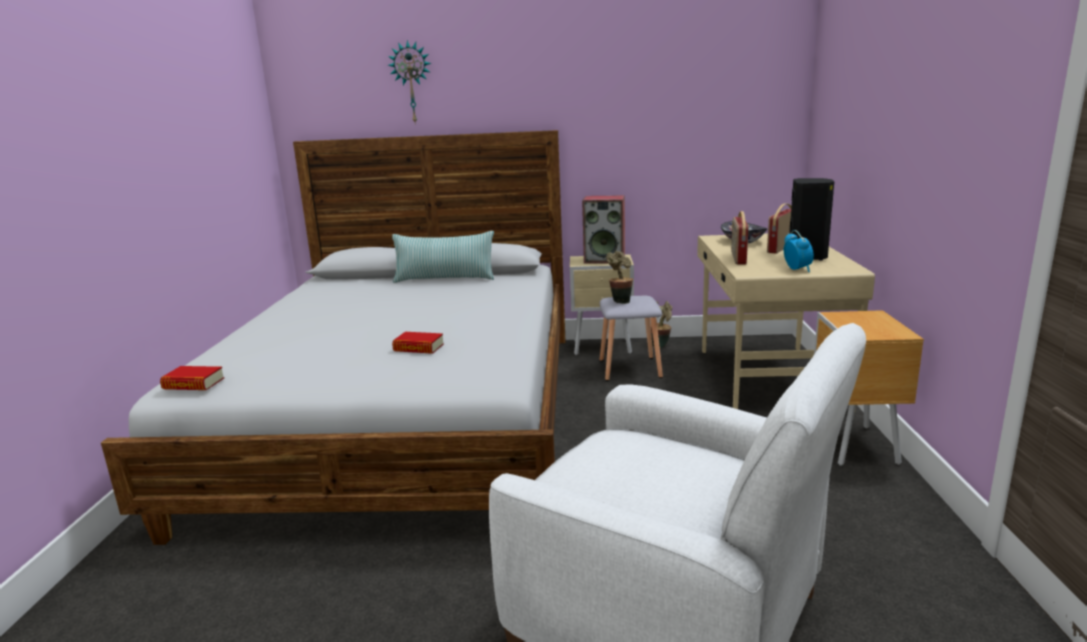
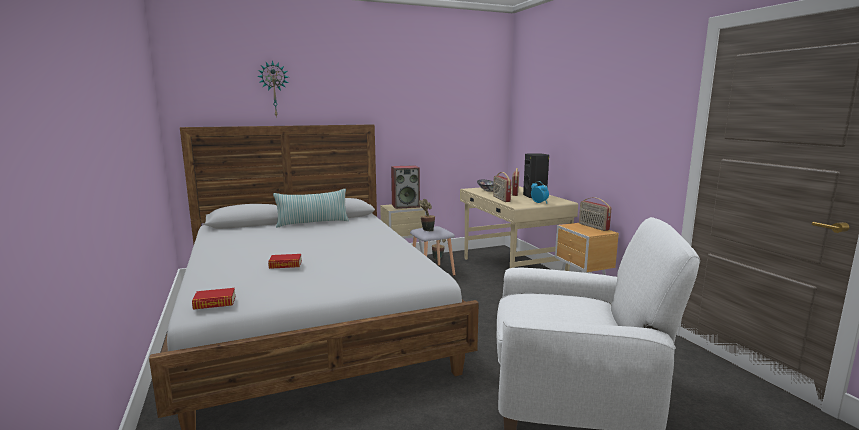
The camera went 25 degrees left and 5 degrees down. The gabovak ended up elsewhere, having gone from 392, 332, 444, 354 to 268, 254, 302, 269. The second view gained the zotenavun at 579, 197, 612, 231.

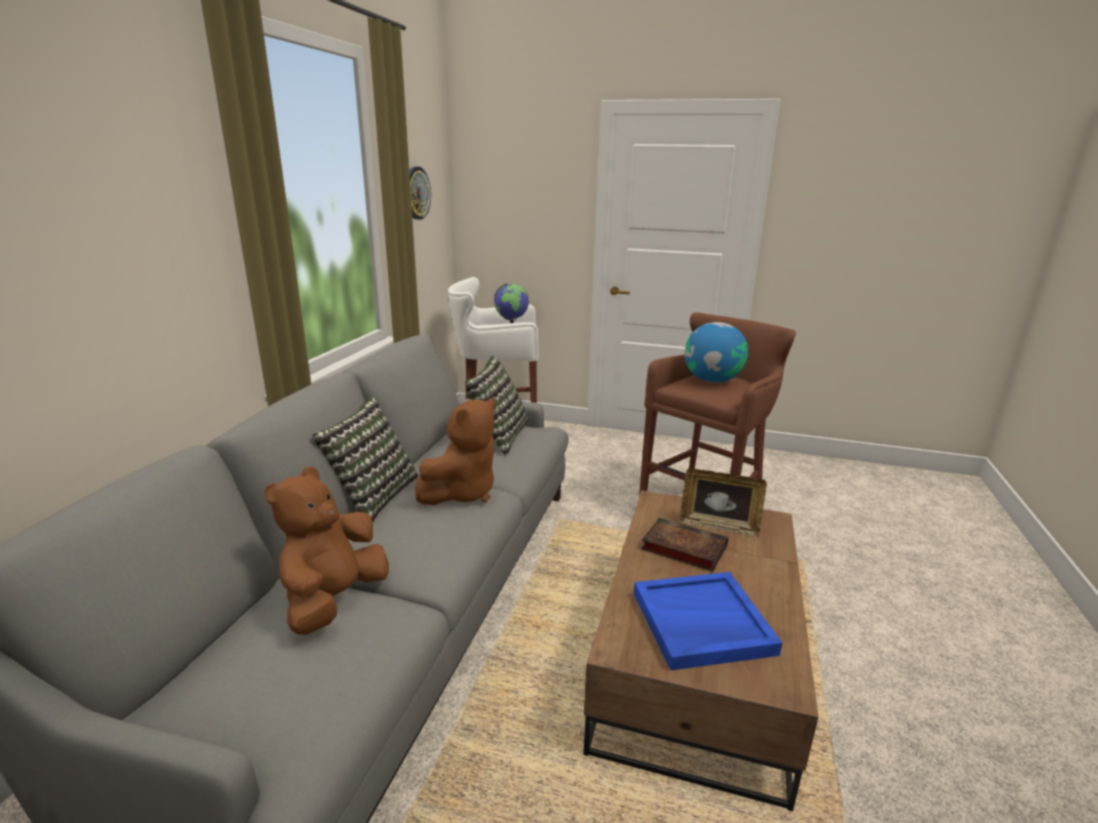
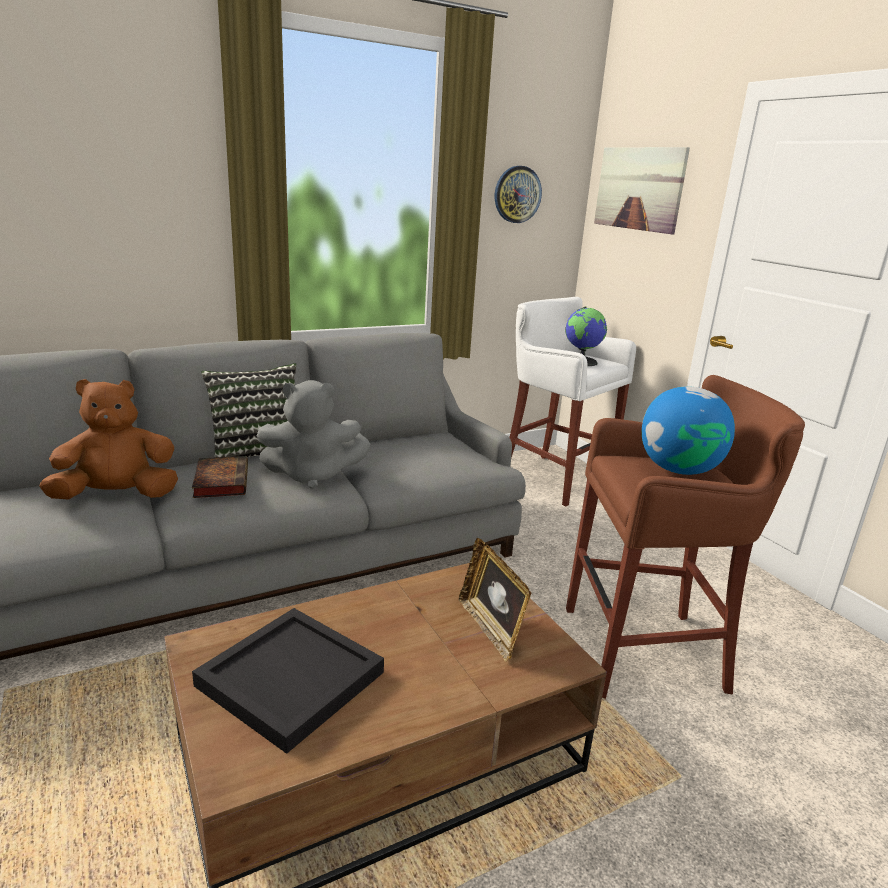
The camera went 45 degrees right and 0 degrees up. The second view lost the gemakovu at 465, 356, 529, 456. What was the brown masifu at 415, 398, 496, 505 turned into the grey masifu at 257, 380, 370, 489. The gabovak ended up elsewhere, having gone from 641, 517, 728, 572 to 192, 456, 248, 498. What was the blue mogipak at 634, 572, 782, 670 turned into the black mogipak at 192, 608, 384, 754. The second view gained the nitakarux at 594, 147, 690, 234.

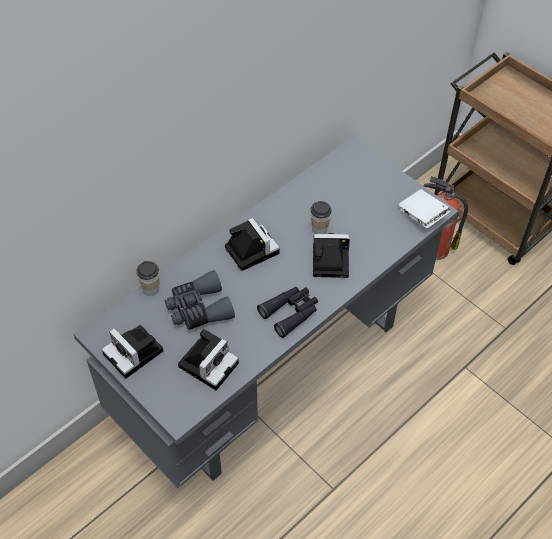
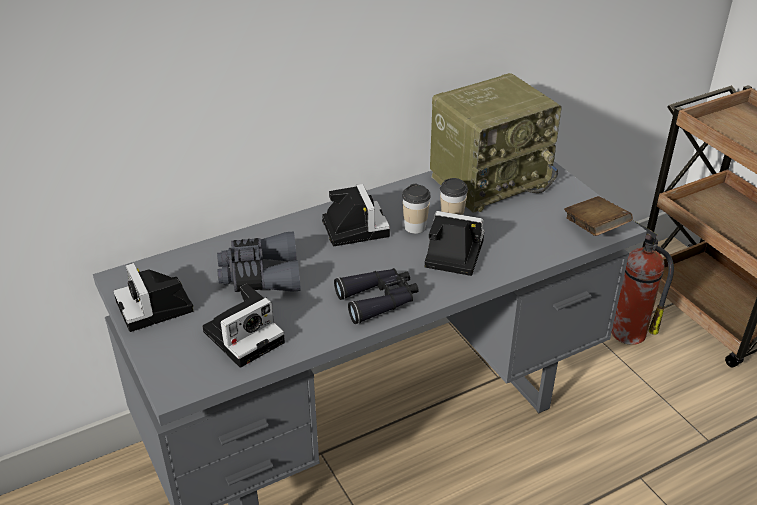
The camera went 15 degrees right and 15 degrees down. What was the white gabovak at 399, 189, 450, 228 turned into the brown gabovak at 564, 196, 633, 236. The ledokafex ended up elsewhere, having gone from 137, 261, 159, 296 to 402, 184, 431, 234. The second view gained the zotenavun at 430, 73, 562, 213.

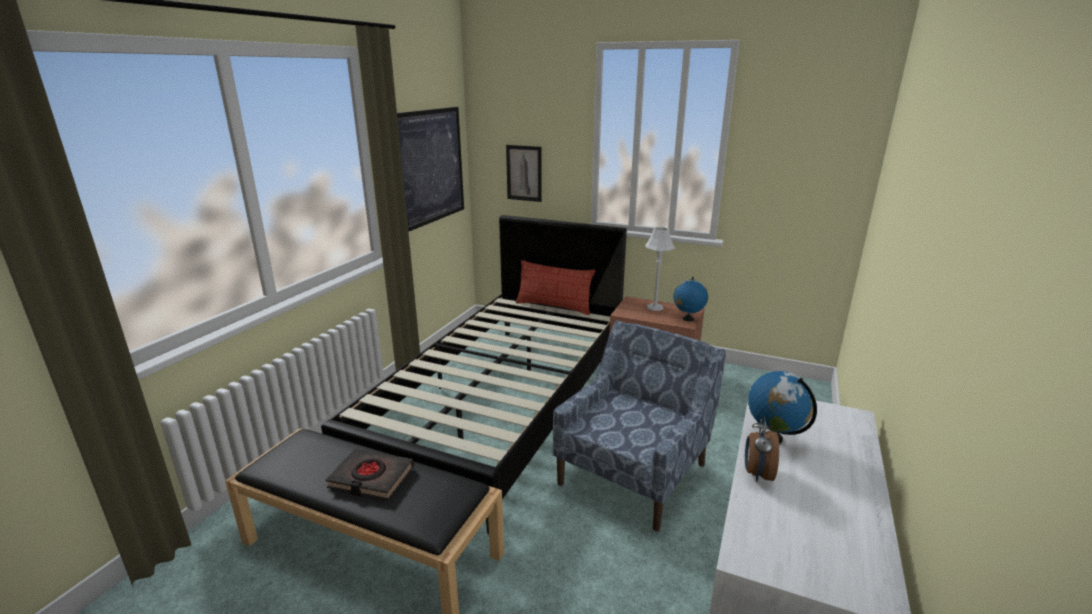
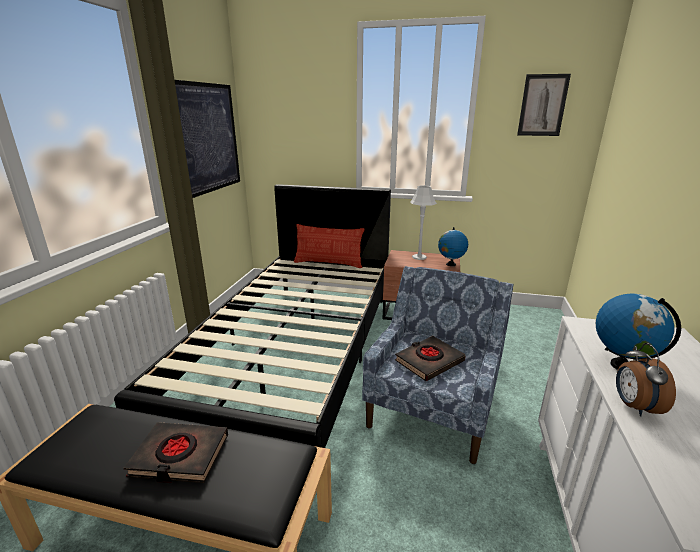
The camera went 10 degrees left and 0 degrees up. The nitakarux ended up elsewhere, having gone from 506, 145, 542, 202 to 517, 74, 571, 136. The second view gained the black gabovak at 395, 336, 466, 381.

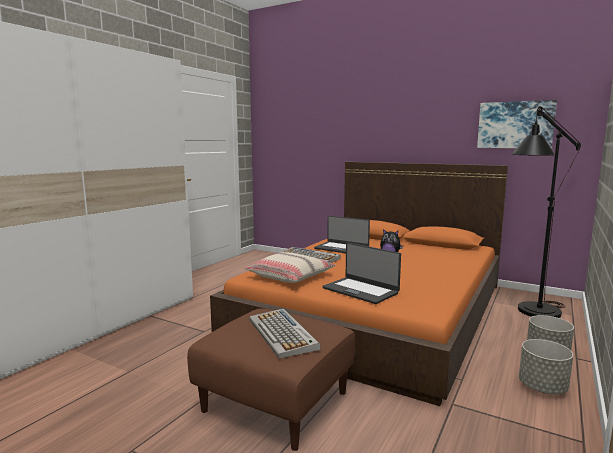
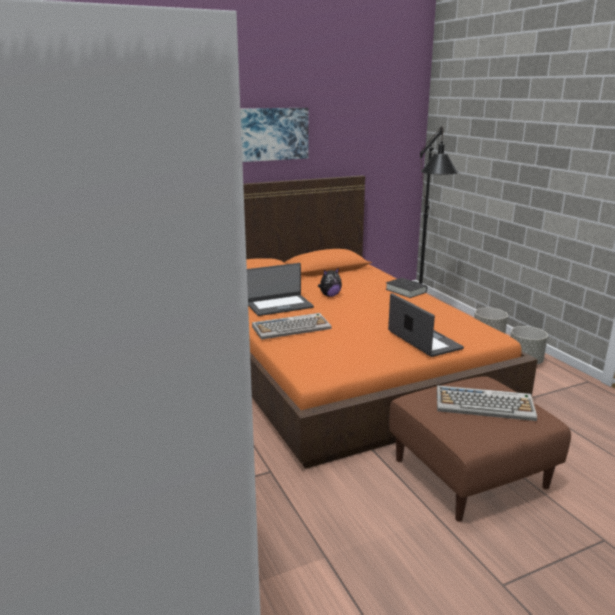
The camera went 55 degrees left and 10 degrees up. The nitakarux ended up elsewhere, having gone from 477, 100, 557, 148 to 240, 108, 309, 162. The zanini at 322, 242, 401, 304 ended up facing another way, 105 degrees counterclockwise from before. The second view lost the beige gemakovu at 244, 252, 336, 283. The second view gained the black gabovak at 385, 278, 427, 298.

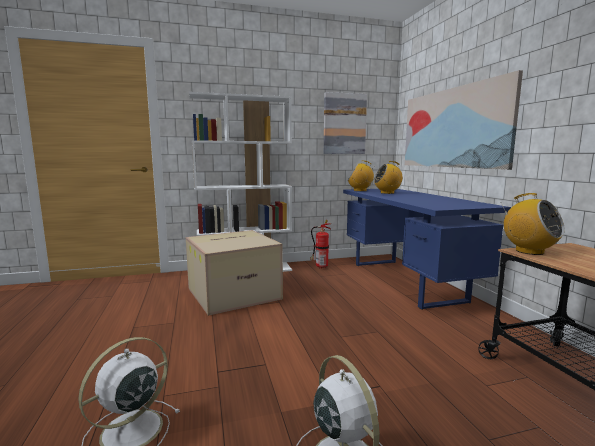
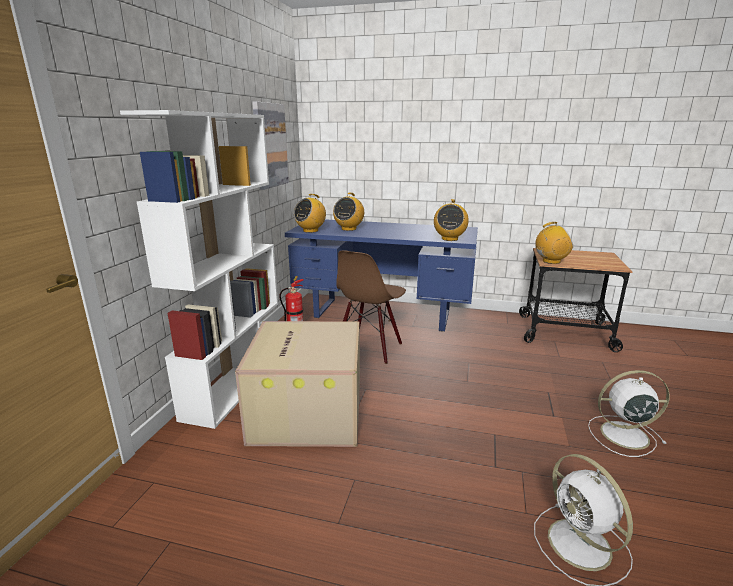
The camera went 60 degrees left and 10 degrees up. The second view lost the nitakarux at 405, 70, 523, 170. The second view gained the zotenavun at 434, 199, 469, 241. The second view gained the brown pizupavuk at 336, 250, 406, 364.

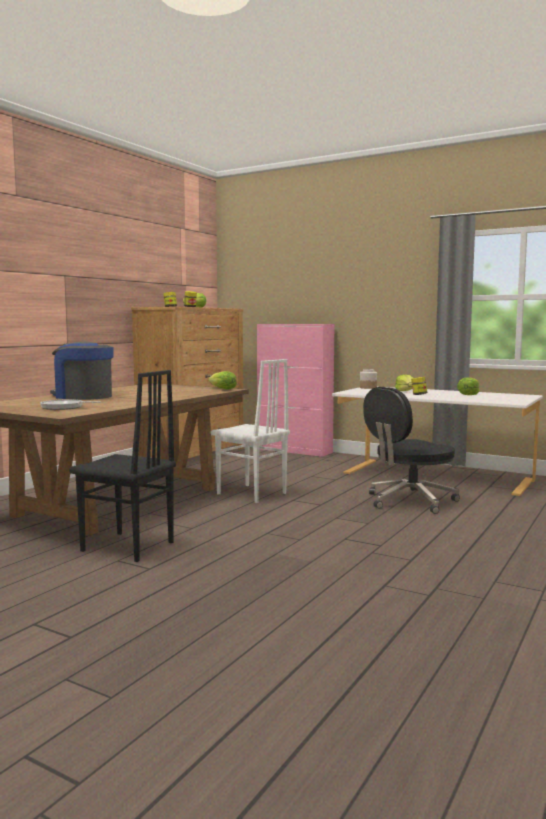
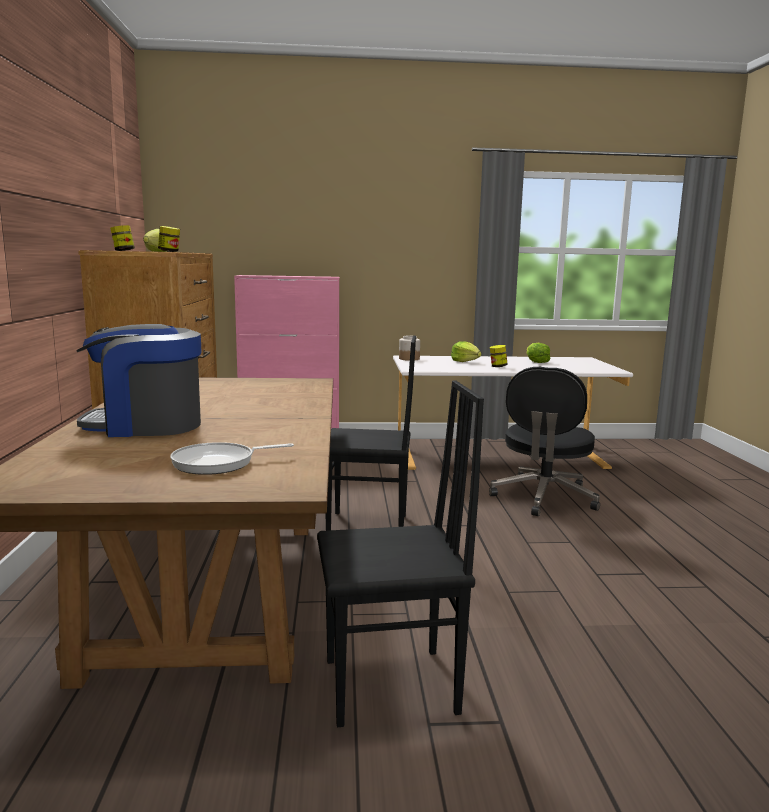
The camera went 35 degrees left and 5 degrees up. What was the white pizupavuk at 211, 359, 290, 503 turned into the black pizupavuk at 326, 336, 416, 531. The second view lost the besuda at 208, 371, 237, 390.

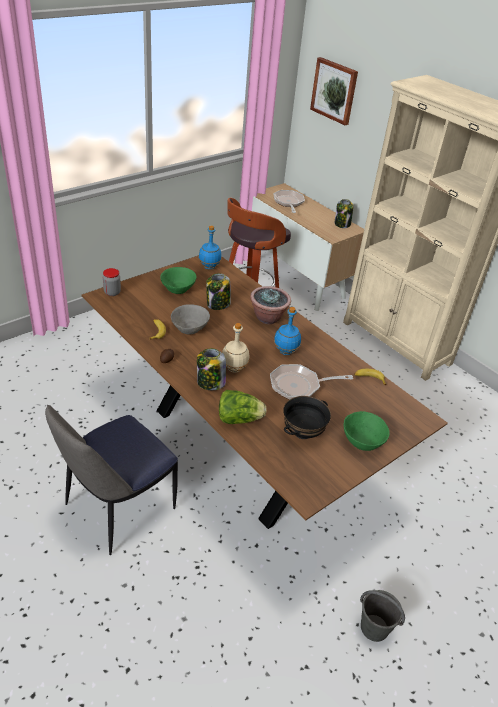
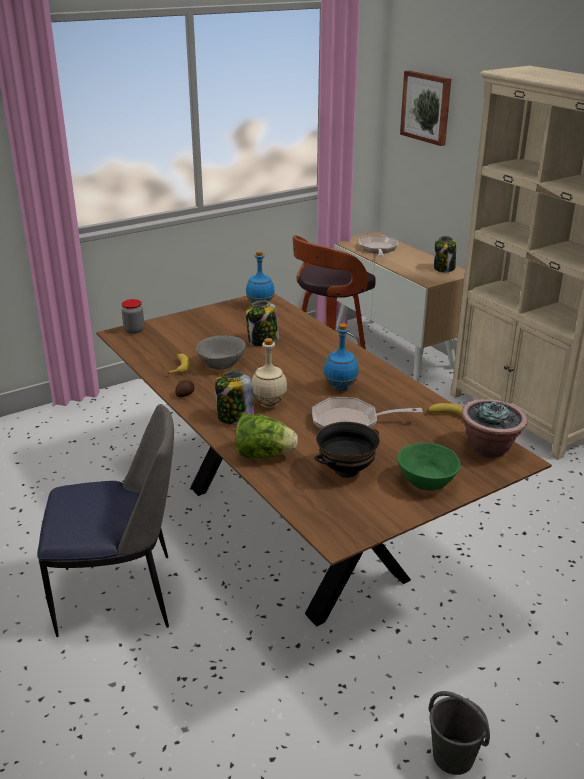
The camera went 10 degrees right and 10 degrees down. The second view lost the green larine at 160, 267, 197, 294. The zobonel ended up elsewhere, having gone from 250, 286, 291, 324 to 461, 399, 527, 458. The pizupavuk at 45, 405, 178, 555 ended up facing another way, 150 degrees counterclockwise from before.

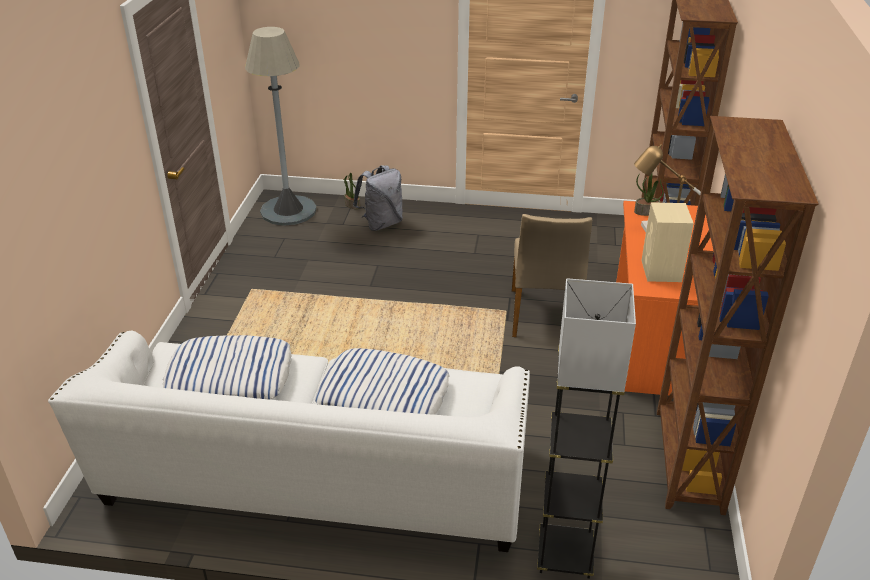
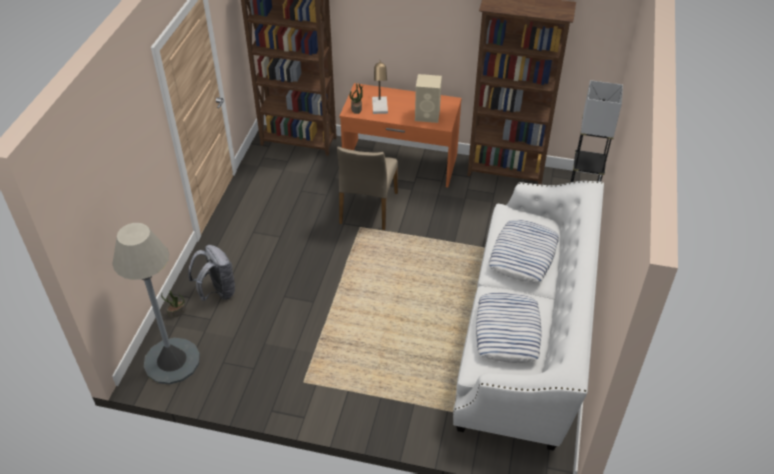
The camera went 85 degrees left and 10 degrees up. The beige pizupavuk at 512, 214, 592, 337 ended up facing another way, 90 degrees clockwise from before.

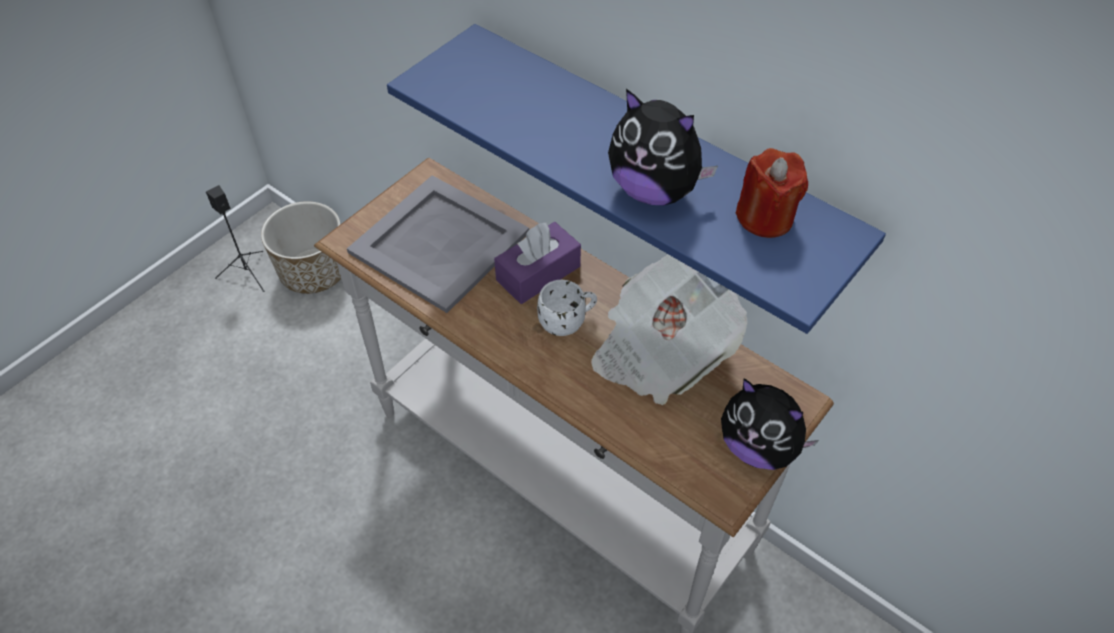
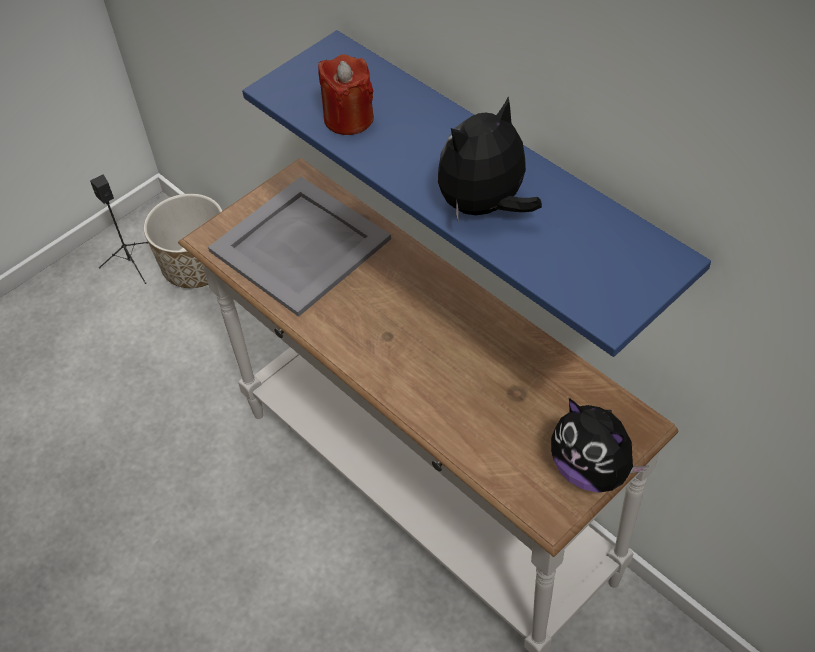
The camera went 10 degrees right and 0 degrees up. The masifu at 608, 89, 718, 205 ended up facing another way, 105 degrees clockwise from before. The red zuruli ended up elsewhere, having gone from 736, 148, 808, 238 to 318, 54, 374, 135. The second view lost the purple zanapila at 494, 222, 581, 304. The second view lost the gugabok at 591, 254, 747, 405. The second view lost the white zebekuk at 537, 280, 597, 336.

